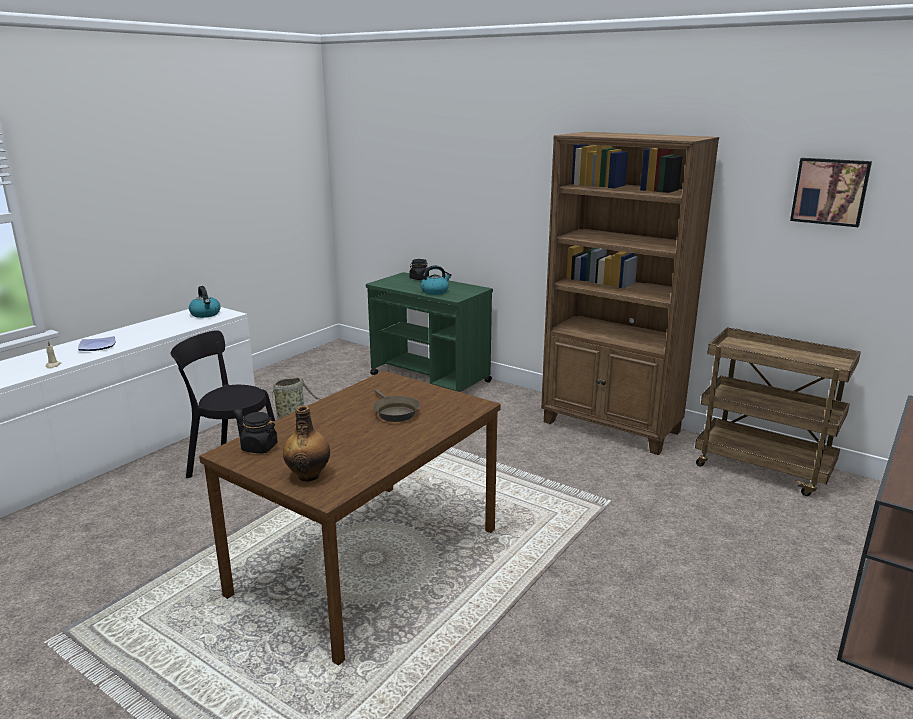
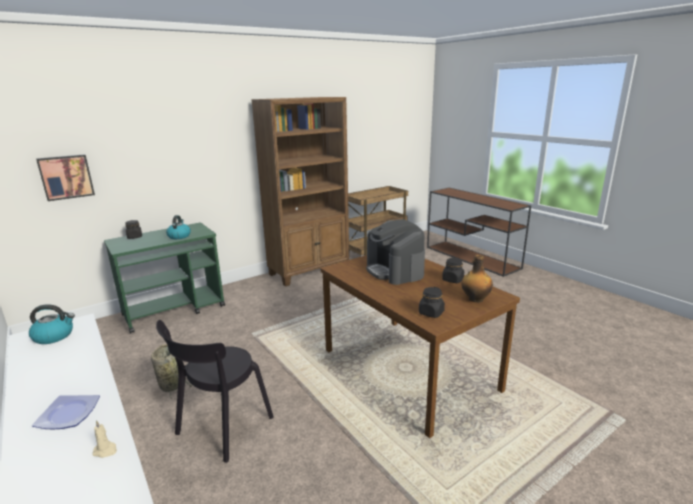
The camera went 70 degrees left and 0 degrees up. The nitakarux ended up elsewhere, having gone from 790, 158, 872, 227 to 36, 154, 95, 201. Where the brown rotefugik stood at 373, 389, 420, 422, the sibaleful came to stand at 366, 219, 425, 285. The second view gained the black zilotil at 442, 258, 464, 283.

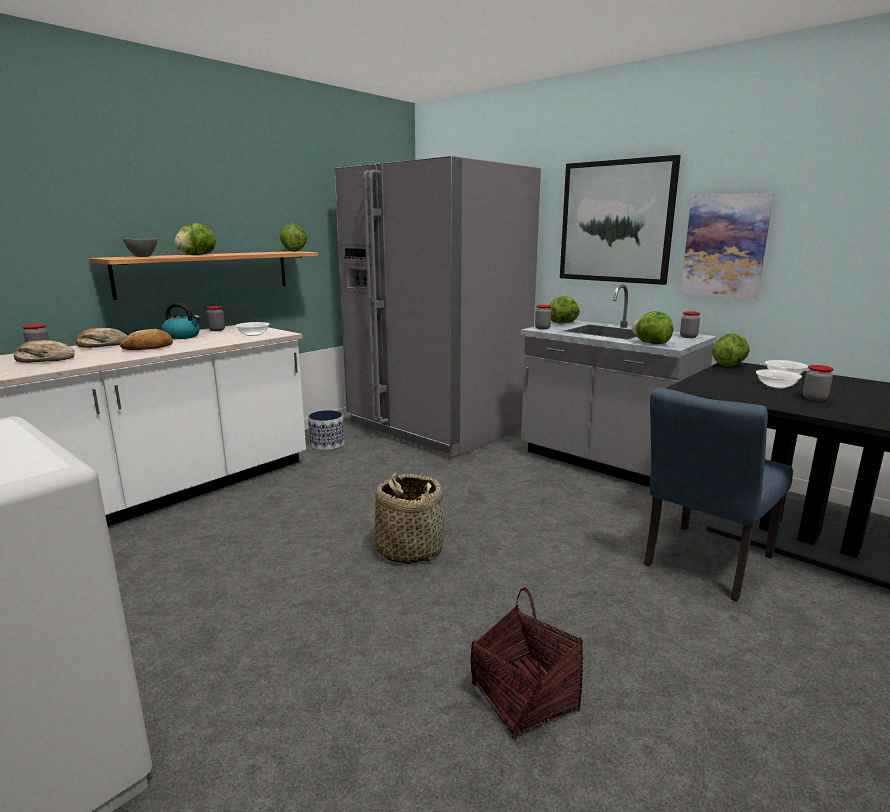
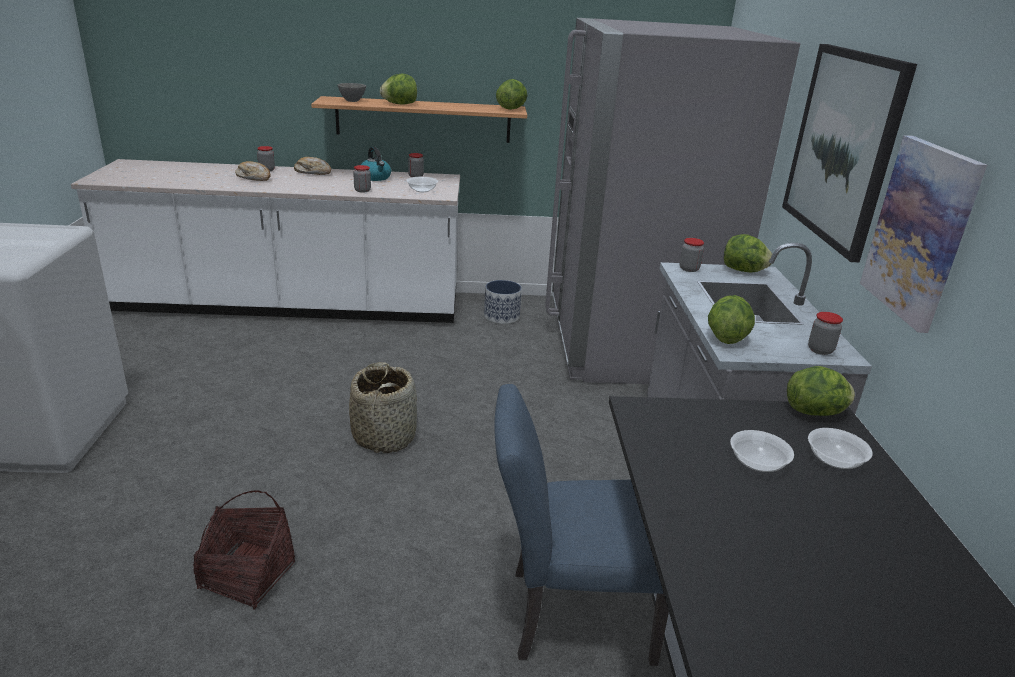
The camera went 45 degrees right and 10 degrees up. The second view lost the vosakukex at 120, 329, 173, 350. The zilotil ended up elsewhere, having gone from 803, 365, 834, 401 to 353, 165, 371, 193.

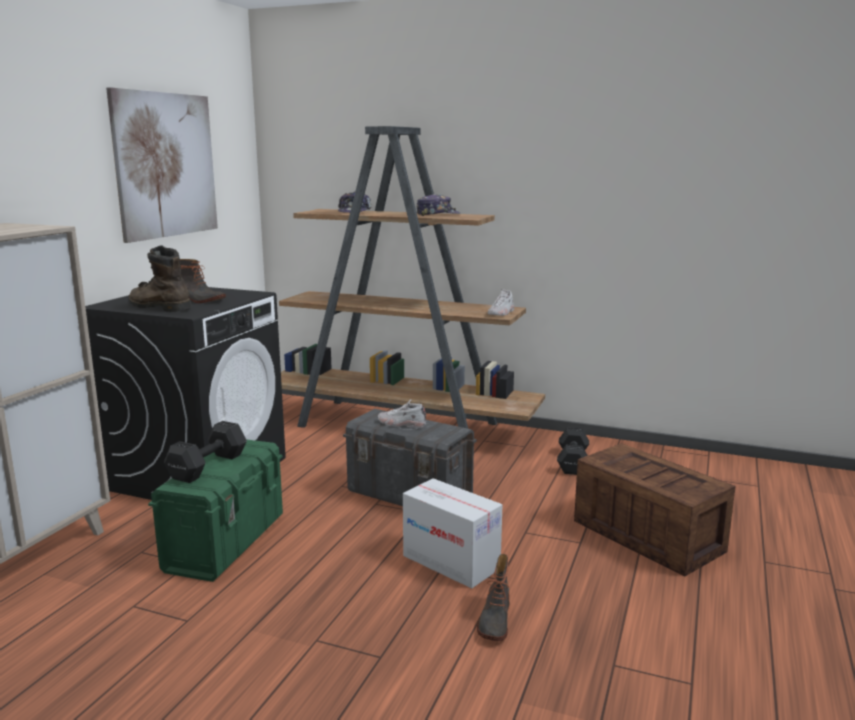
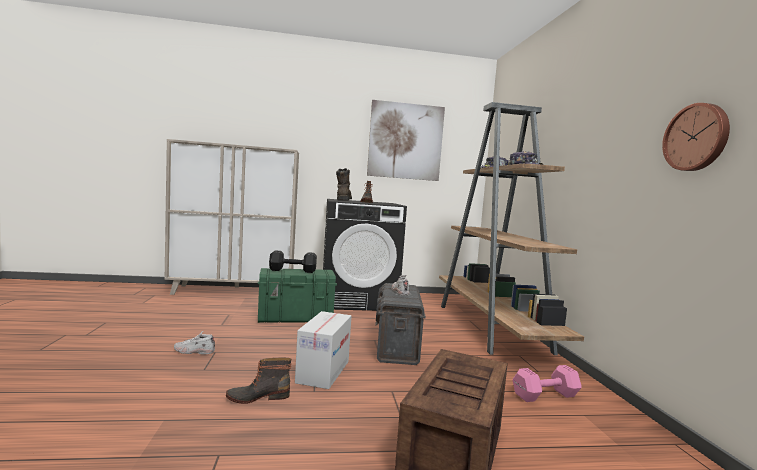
The camera went 60 degrees right and 10 degrees down. The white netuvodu ended up elsewhere, having gone from 488, 289, 514, 316 to 174, 331, 215, 354. What was the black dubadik at 557, 427, 589, 475 turned into the pink dubadik at 513, 365, 582, 402. The second view gained the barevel at 662, 103, 730, 171.

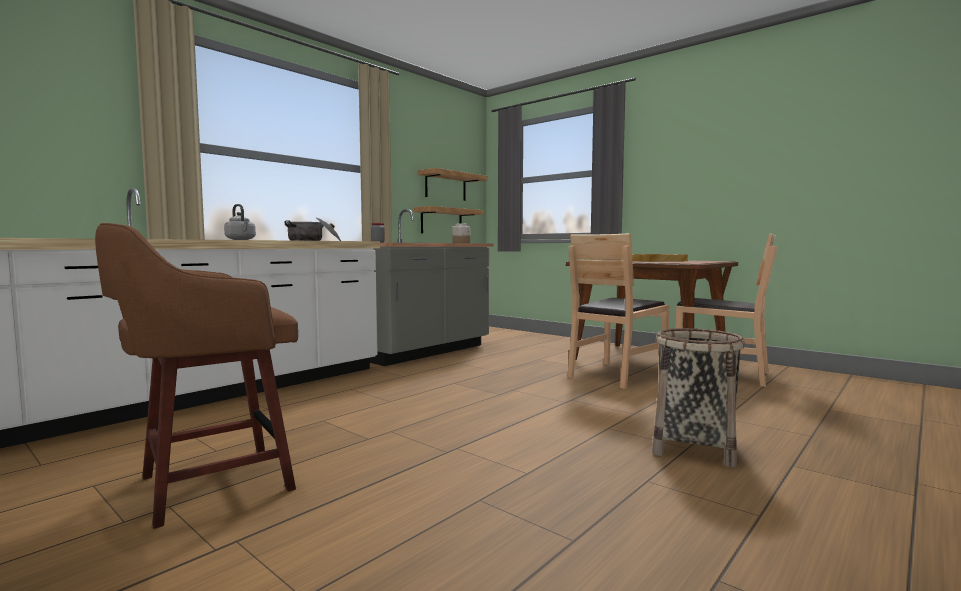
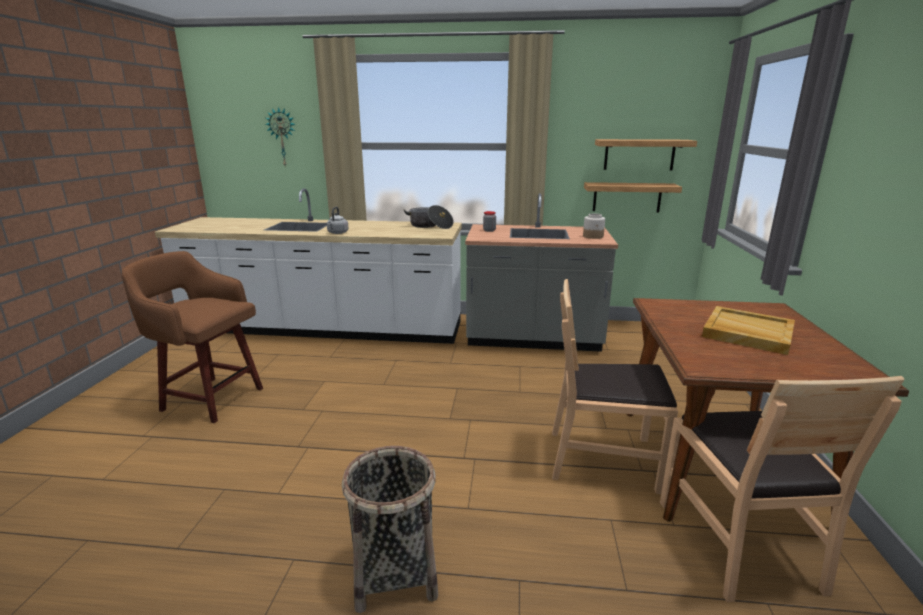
The camera went 55 degrees right and 15 degrees up. The second view gained the barevel at 265, 107, 295, 168.

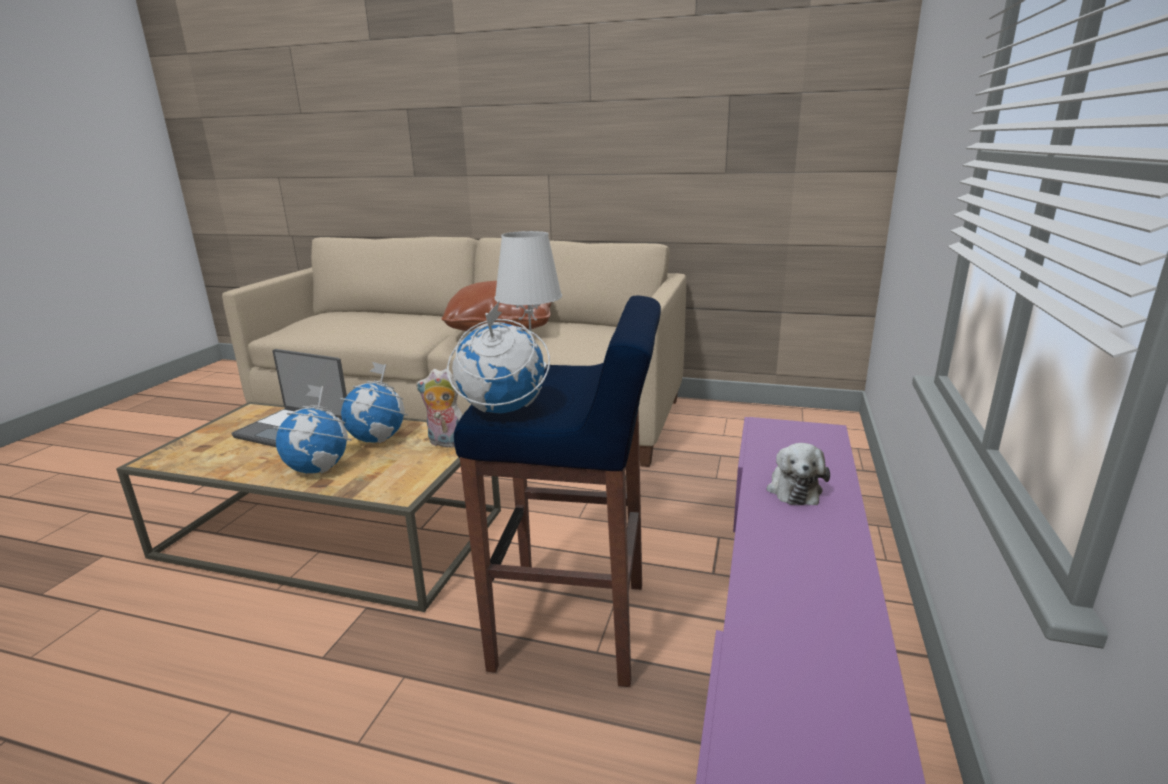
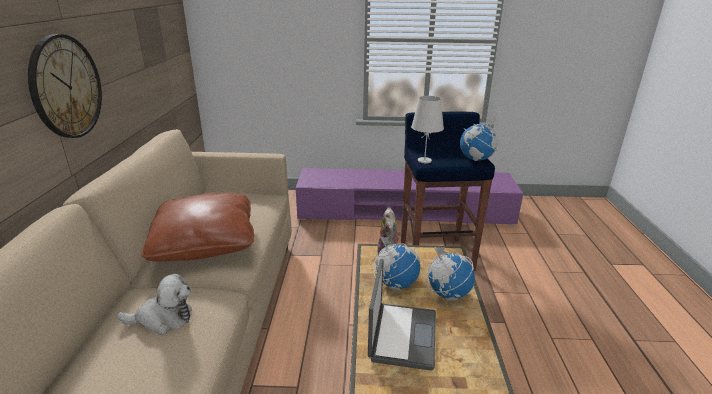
The camera went 105 degrees left and 5 degrees up. The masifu ended up elsewhere, having gone from 767, 443, 830, 505 to 117, 274, 192, 335. The second view gained the barevel at 28, 34, 102, 138.

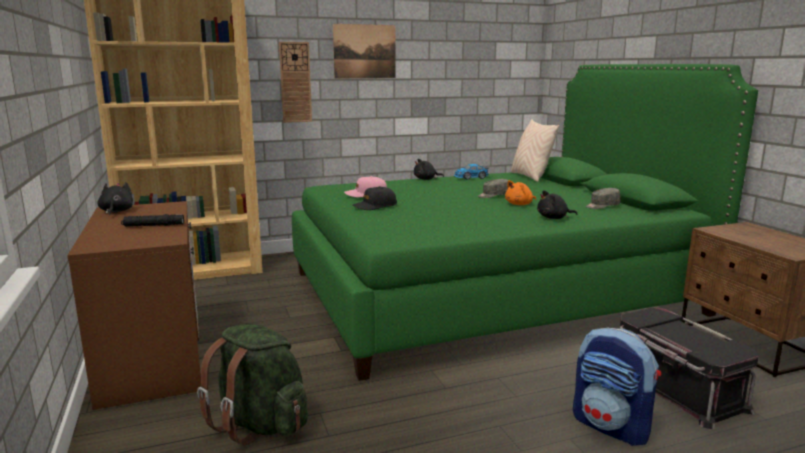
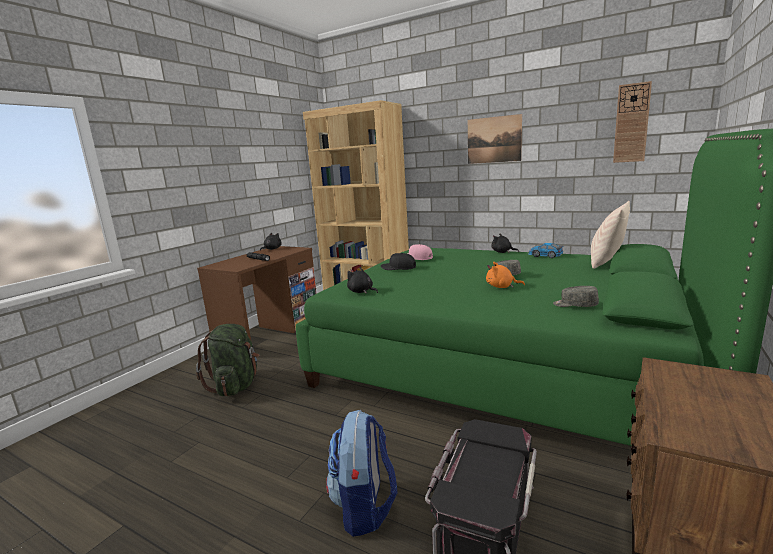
The camera went 50 degrees right and 0 degrees up. The barevel ended up elsewhere, having gone from 279, 42, 312, 123 to 613, 81, 652, 163. The black masifu ended up elsewhere, having gone from 537, 190, 578, 219 to 347, 267, 378, 294.

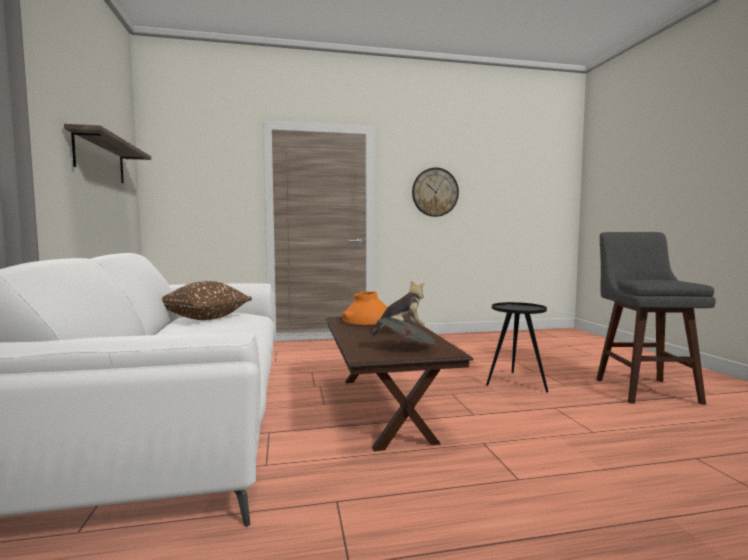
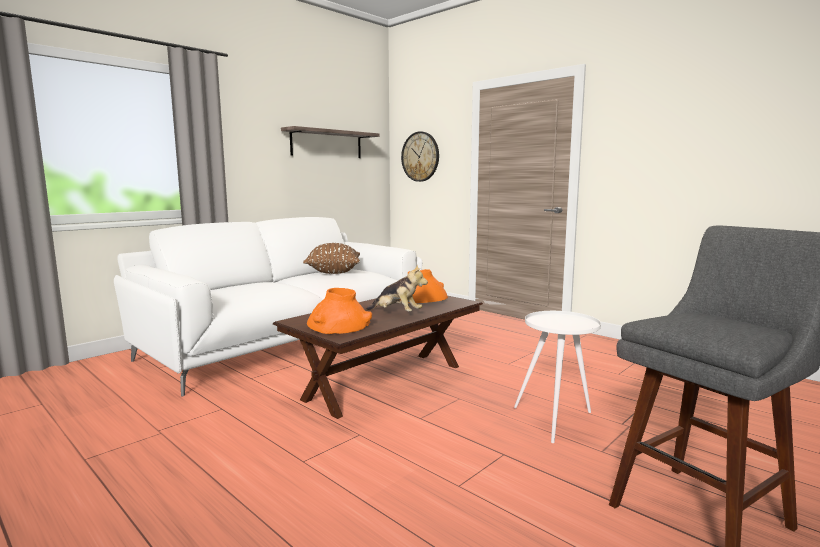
The camera went 55 degrees right and 5 degrees up. The barevel ended up elsewhere, having gone from 412, 168, 459, 217 to 401, 131, 439, 182. What was the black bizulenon at 486, 302, 548, 392 turned into the white bizulenon at 514, 311, 601, 443. Where the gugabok stood at 377, 317, 437, 344, the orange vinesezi came to stand at 307, 288, 372, 334.

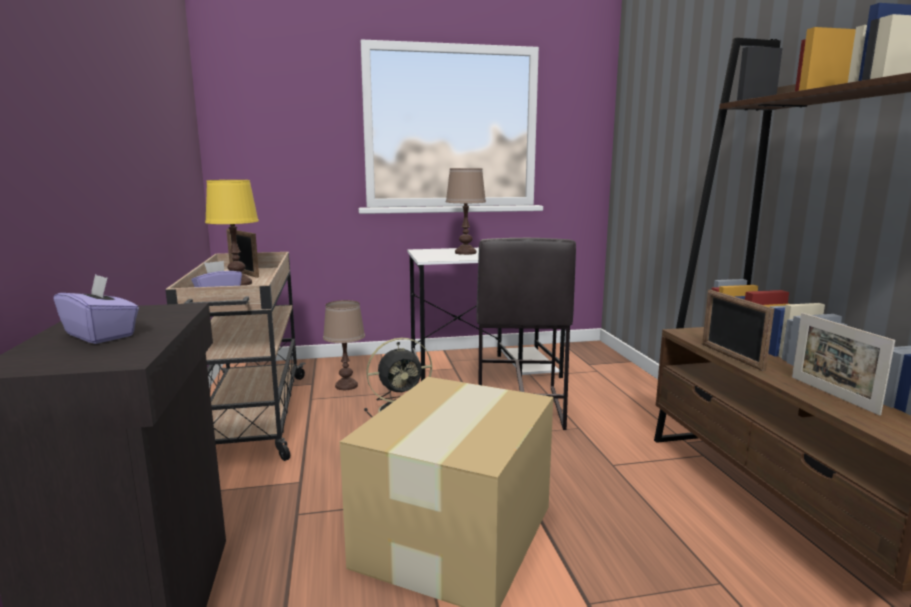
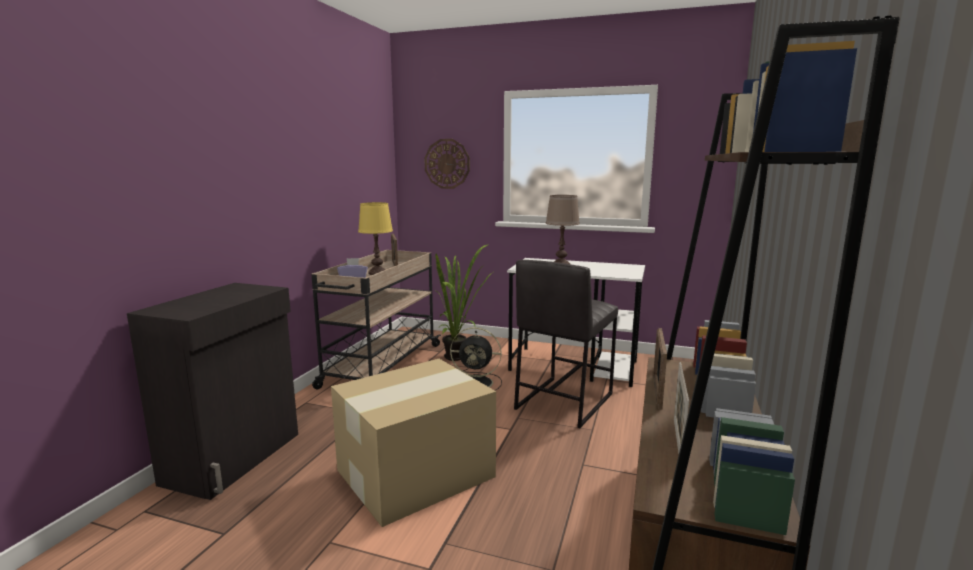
The camera went 30 degrees right and 0 degrees up. The second view lost the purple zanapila at 53, 274, 139, 344. Where the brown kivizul stood at 323, 300, 365, 390, the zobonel came to stand at 434, 244, 493, 361. The second view gained the barevel at 424, 139, 470, 189.

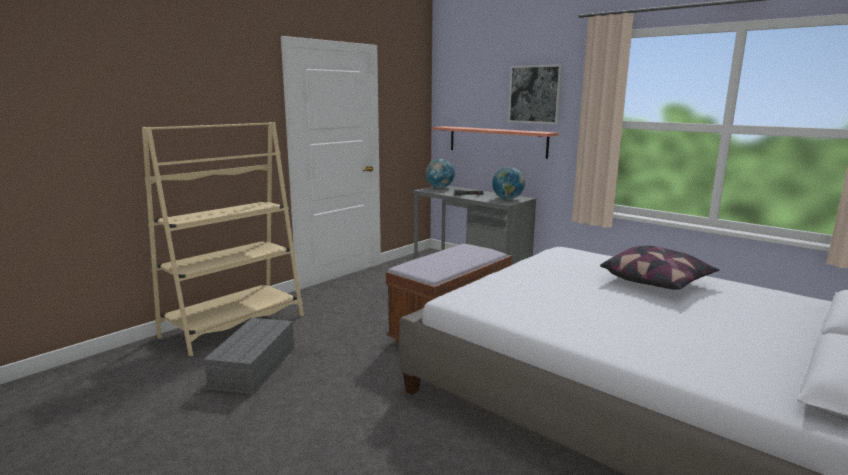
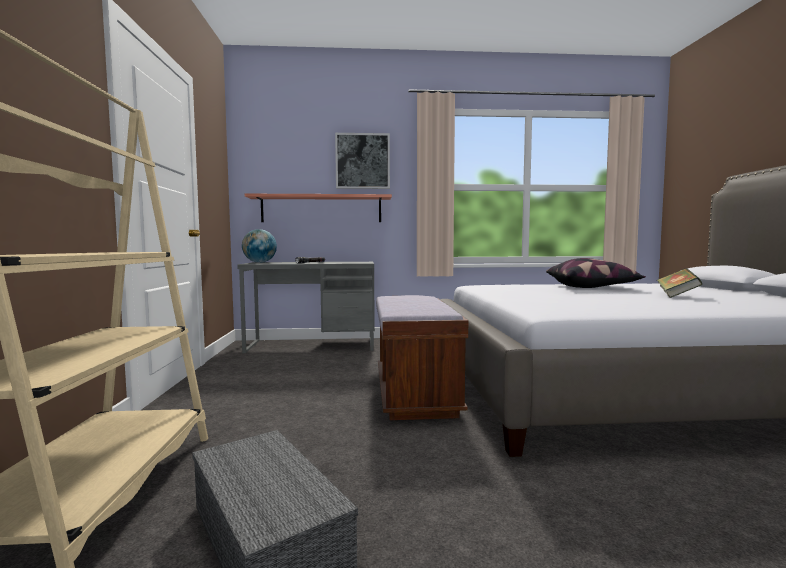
The camera went 45 degrees left and 10 degrees down. The second view lost the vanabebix at 492, 167, 525, 199. The second view gained the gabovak at 657, 268, 702, 298.

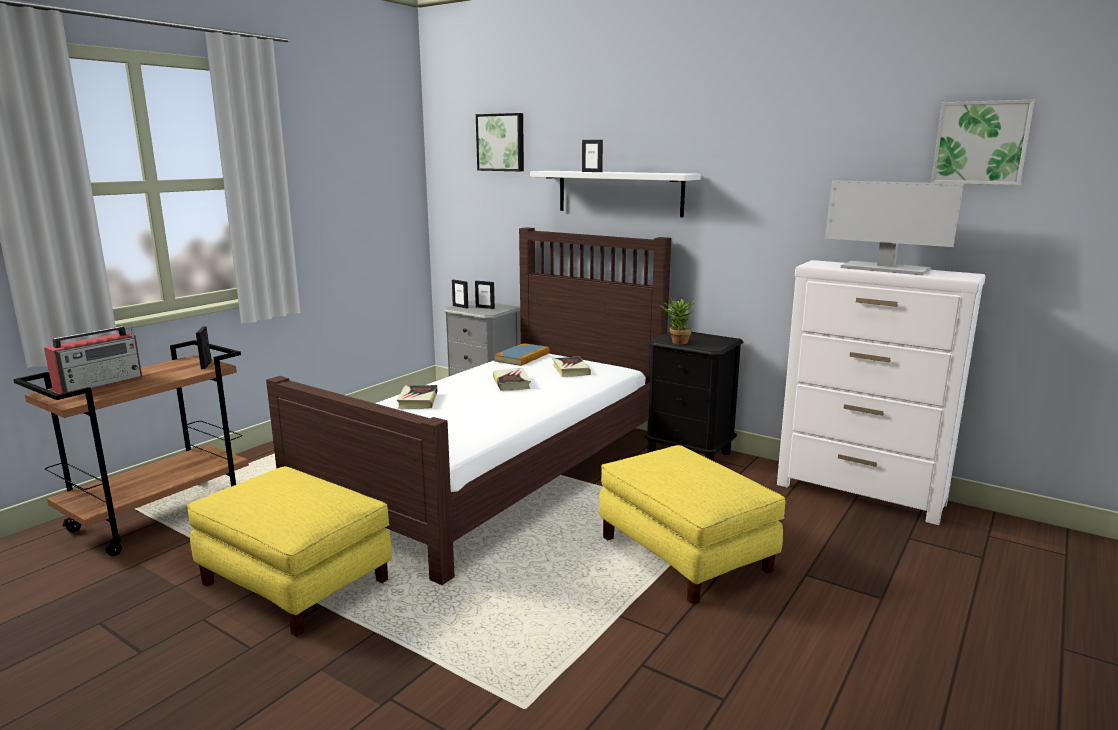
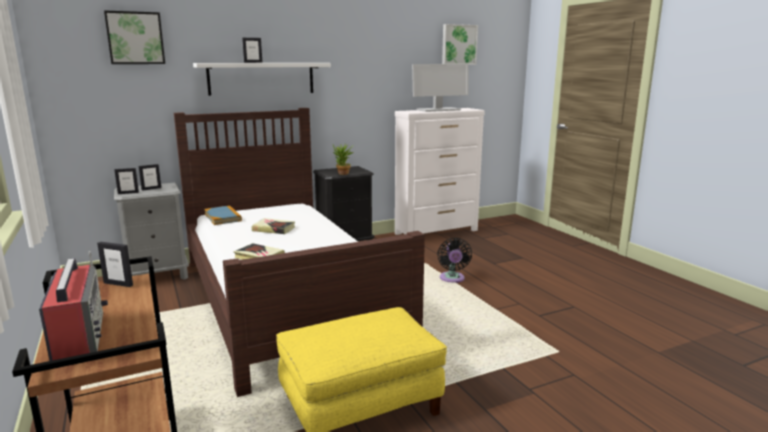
The camera went 60 degrees left and 0 degrees up. The second view lost the gabovak at 552, 357, 591, 377. Where the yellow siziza stood at 599, 445, 785, 604, the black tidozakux came to stand at 437, 238, 472, 283.

